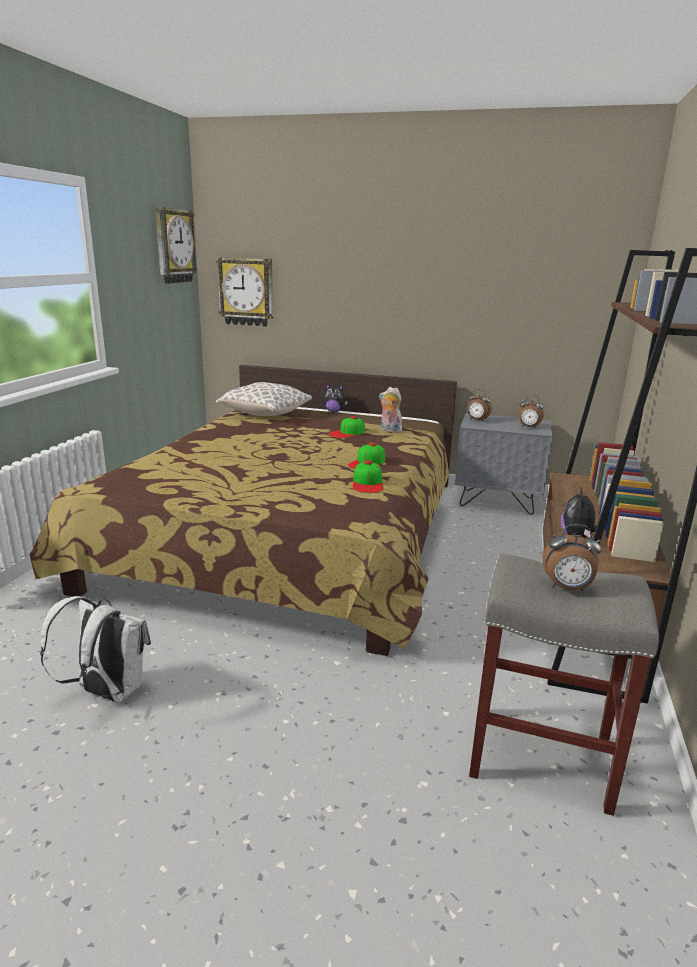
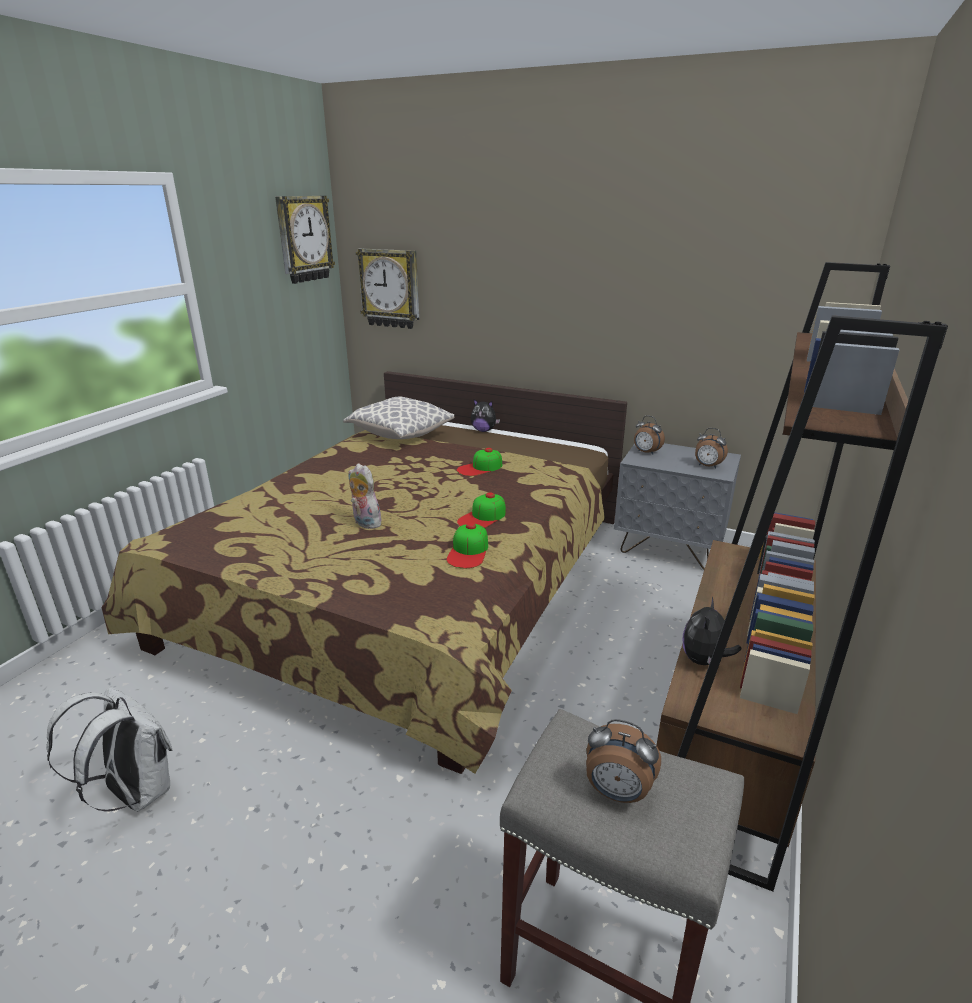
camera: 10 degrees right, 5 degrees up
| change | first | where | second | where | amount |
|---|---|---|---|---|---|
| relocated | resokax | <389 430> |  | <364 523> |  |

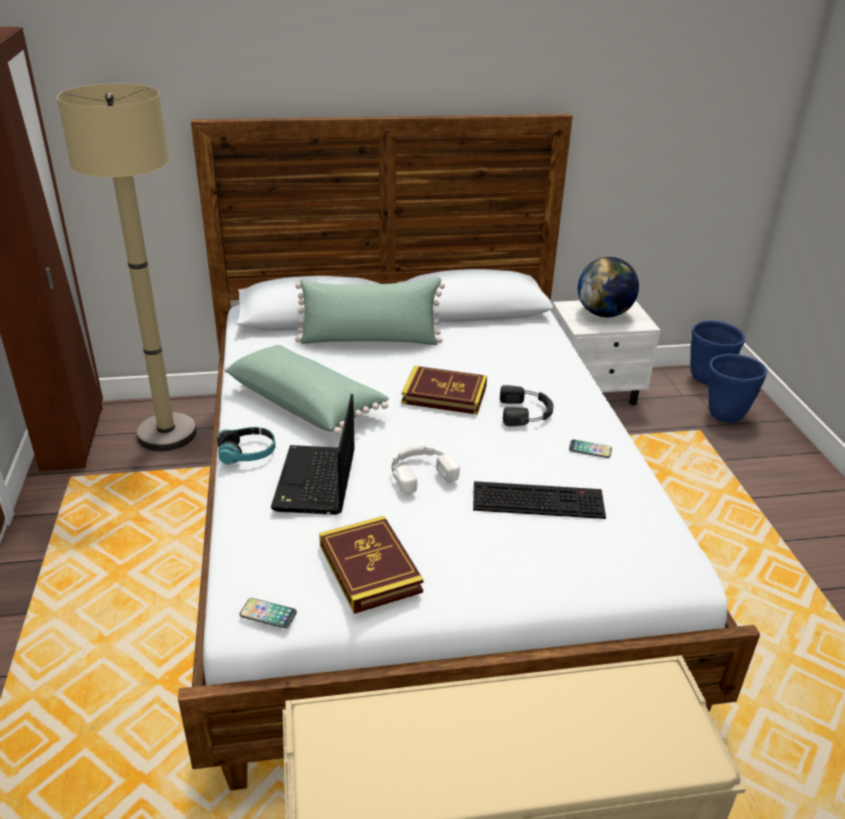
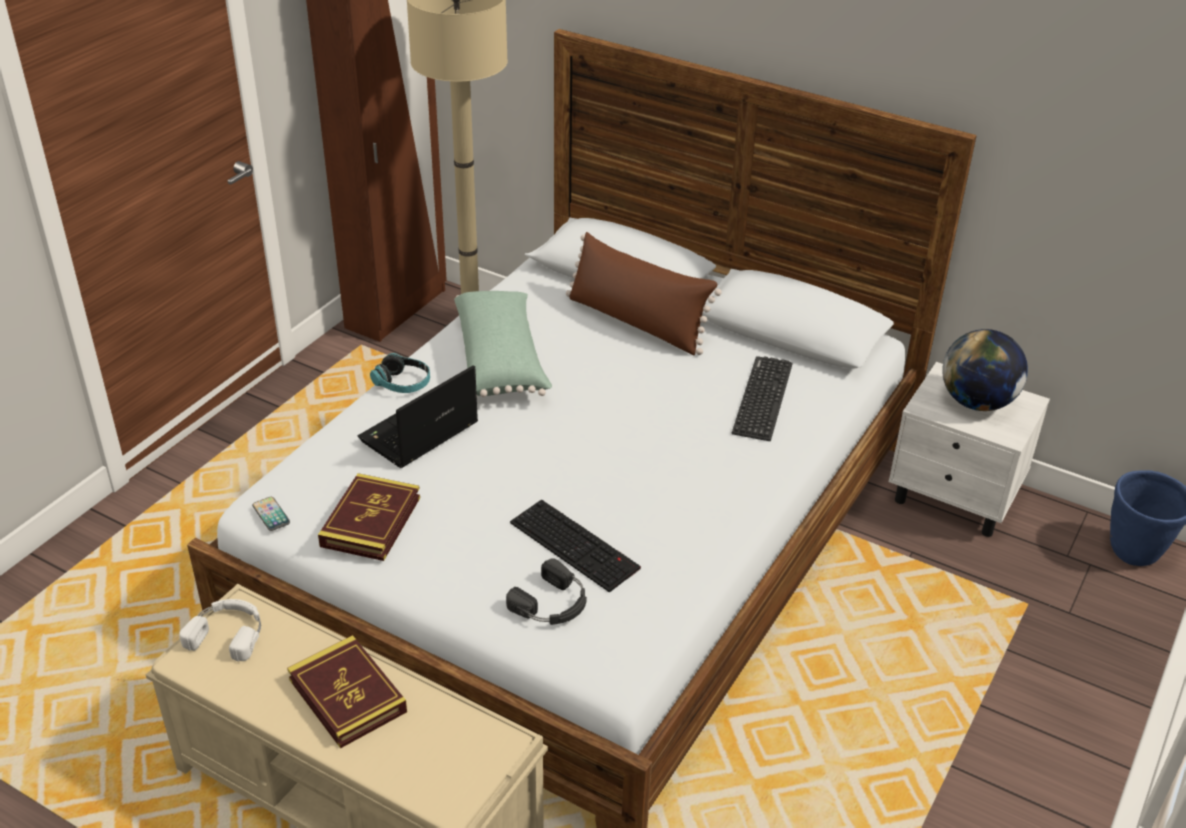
camera: 40 degrees right, 5 degrees up
| change | first | where | second | where | amount |
|---|---|---|---|---|---|
| colour | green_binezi | <370 340> | brown_binezi | <636 322> |  |
| relocated | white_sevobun | <420 472> |  | <228 632> |  |
| relocated | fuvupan | <444 395> |  | <347 695> |  |
| relocated | black_sevobun | <526 412> |  | <552 604> |  |
| missing | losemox | <590 449> |  |  |  |
| missing | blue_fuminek | <725 415> |  |  |  |
| appeared |  |  | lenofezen | <762 398> |  |

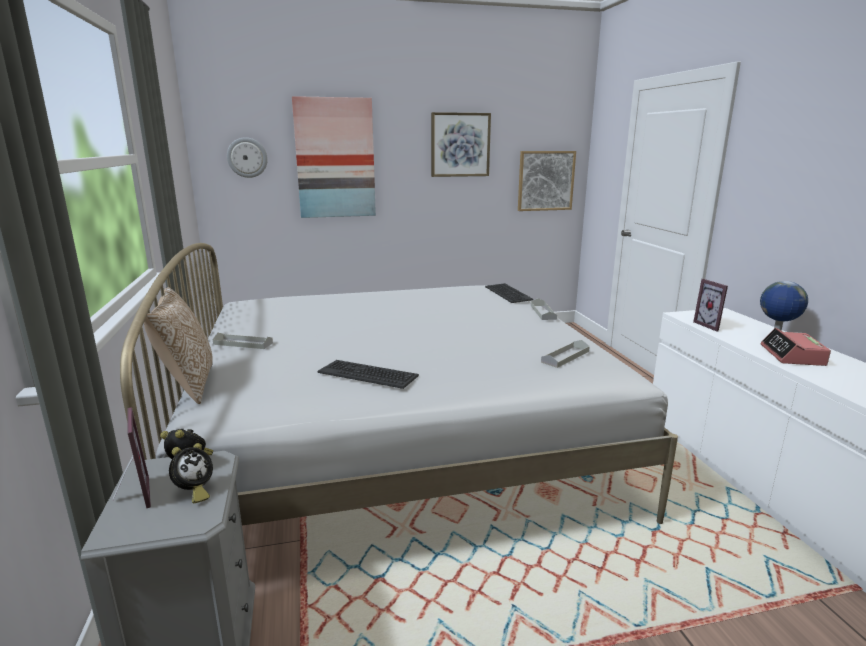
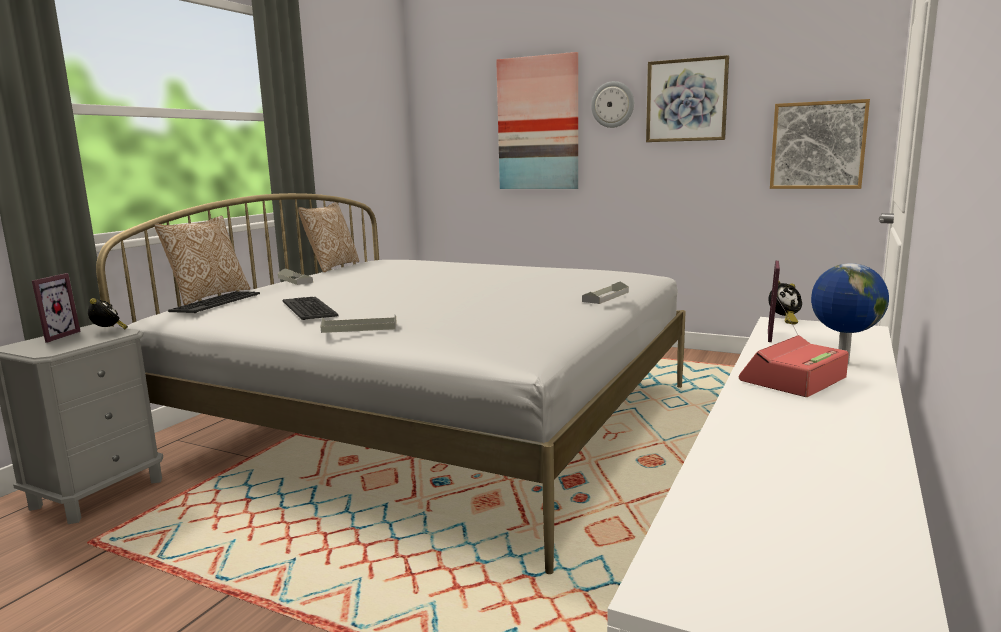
camera: 40 degrees right, 5 degrees down
| change | first | where | second | where | amount |
|---|---|---|---|---|---|
| relocated | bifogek | <194 492> |  | <783 320> |  |
| relocated | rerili | <247 157> |  | <612 104> |  |
| relocated | lenofezen | <507 293> |  | <215 303> |  |
| relocated | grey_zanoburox | <565 356> |  | <359 328> |  |
| appeared |  |  | binezi | <332 267> |  |

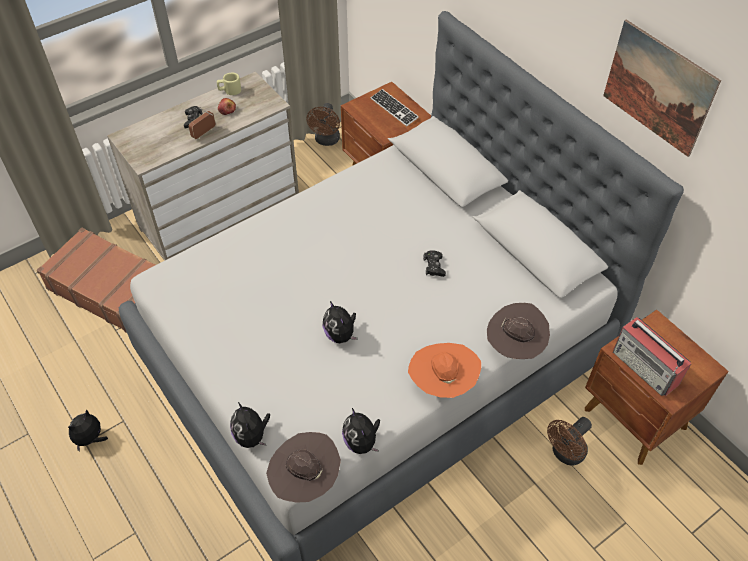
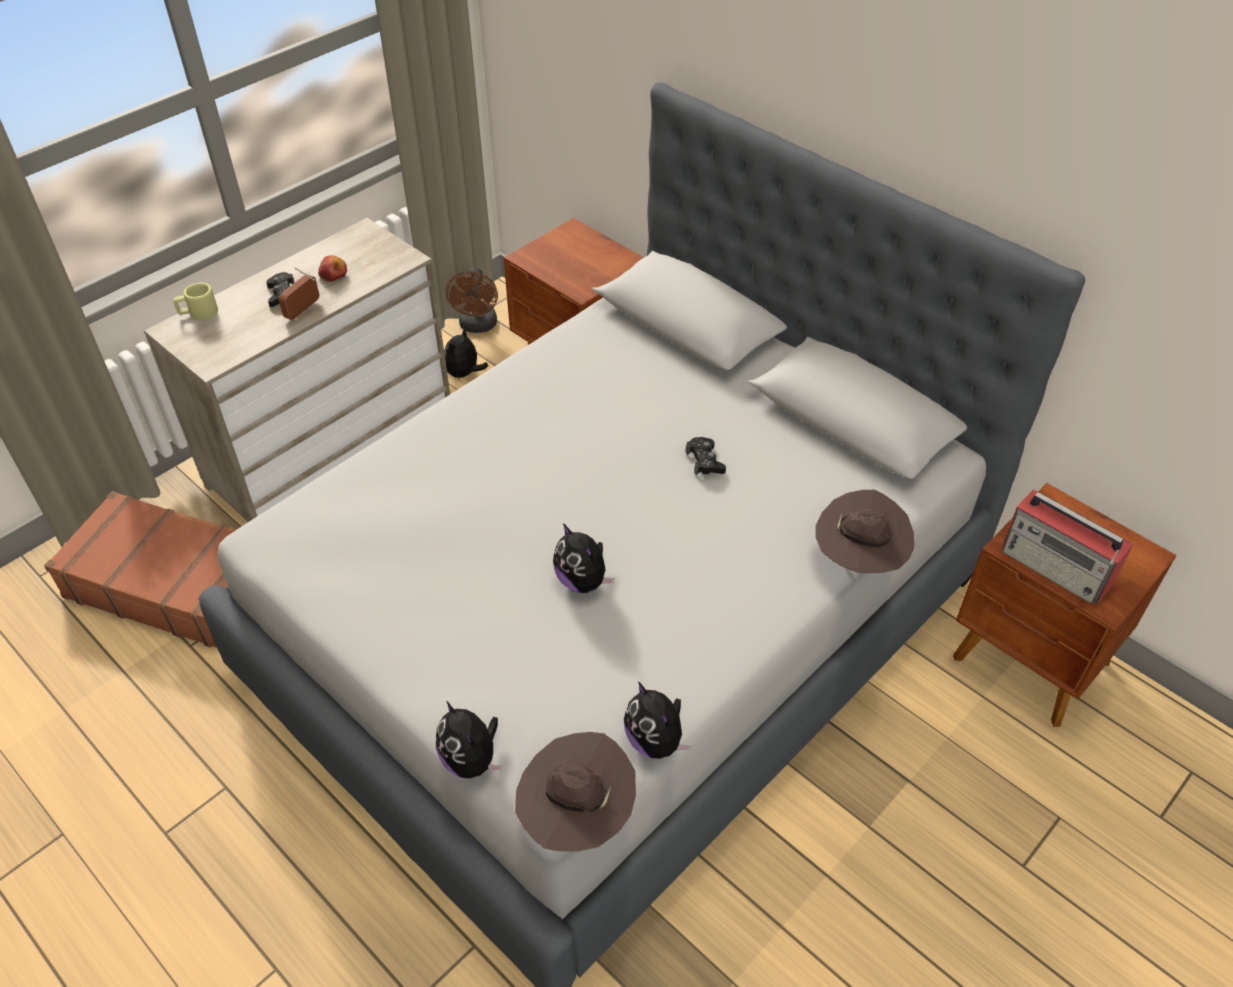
camera: 10 degrees left, 5 degrees down
| change | first | where | second | where | amount |
|---|---|---|---|---|---|
| relocated | resokax | <91 439> |  | <464 374> |  |
| relocated | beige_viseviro | <229 90> |  | <198 313> |  |
| missing | lenofezen | <394 109> |  |  |  |
| missing | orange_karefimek | <442 382> |  |  |  |
| missing | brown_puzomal | <565 454> |  |  |  |
| missing | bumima | <658 88> |  |  |  |

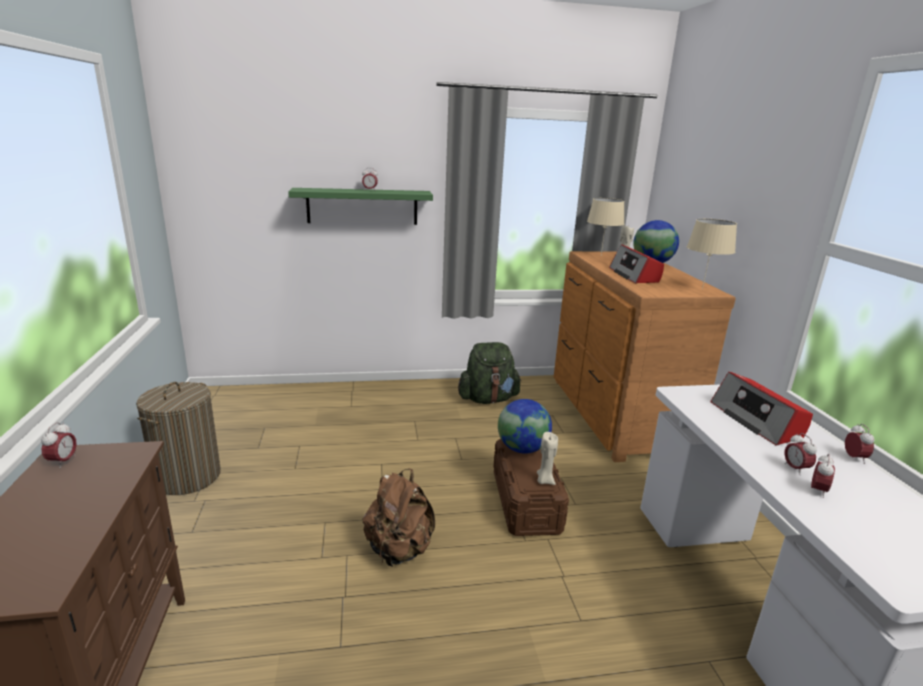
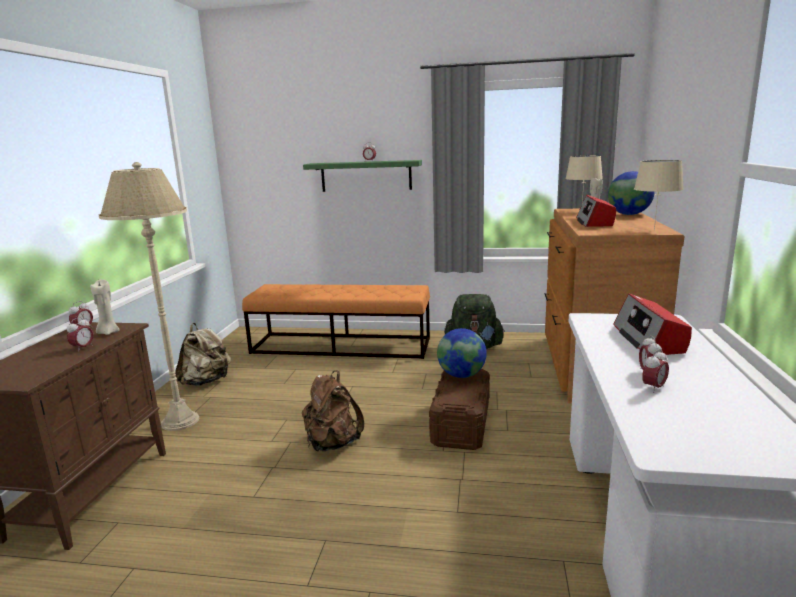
camera: 20 degrees right, 5 degrees down
| change | first | where | second | where | amount |
|---|---|---|---|---|---|
| exchanged | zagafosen | <187 476> | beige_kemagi | <206 381> |  |
| relocated | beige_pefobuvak | <544 480> |  | <108 332> |  |
| relocated | bifogek | <854 458> |  | <83 348> |  |
| appeared |  |  | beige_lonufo | <180 421> |  |
| appeared |  |  | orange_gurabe | <341 346> |  |

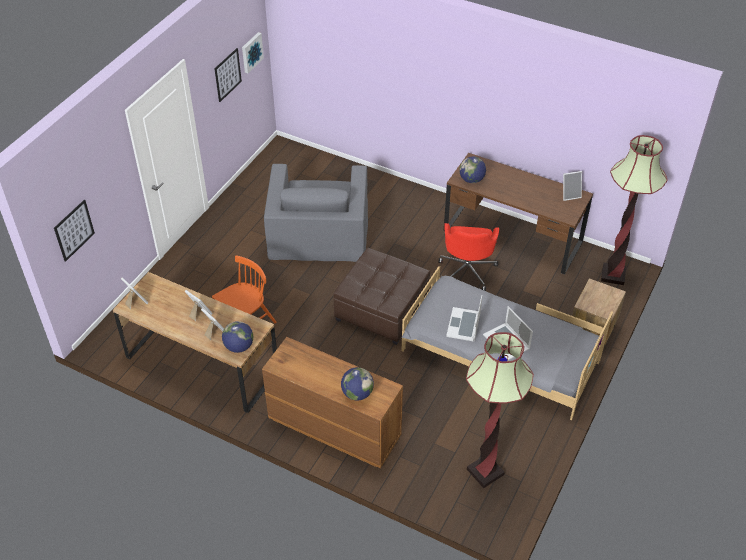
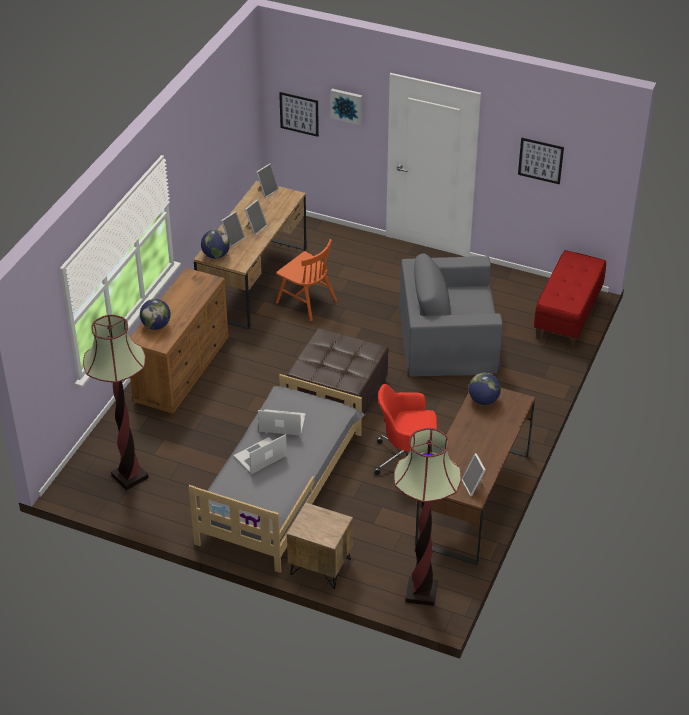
camera: 85 degrees right, 5 degrees down
| change | first | where | second | where | amount |
|---|---|---|---|---|---|
| relocated | bumima | <251 52> |  | <347 105> |  |
| appeared |  |  | red_gurabe | <568 316> |  |

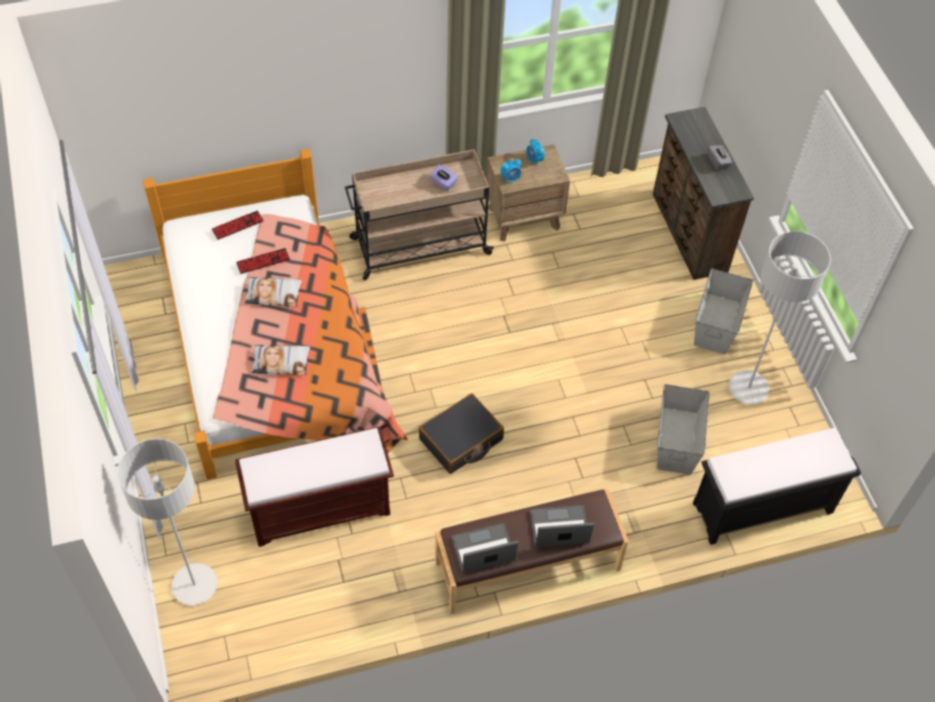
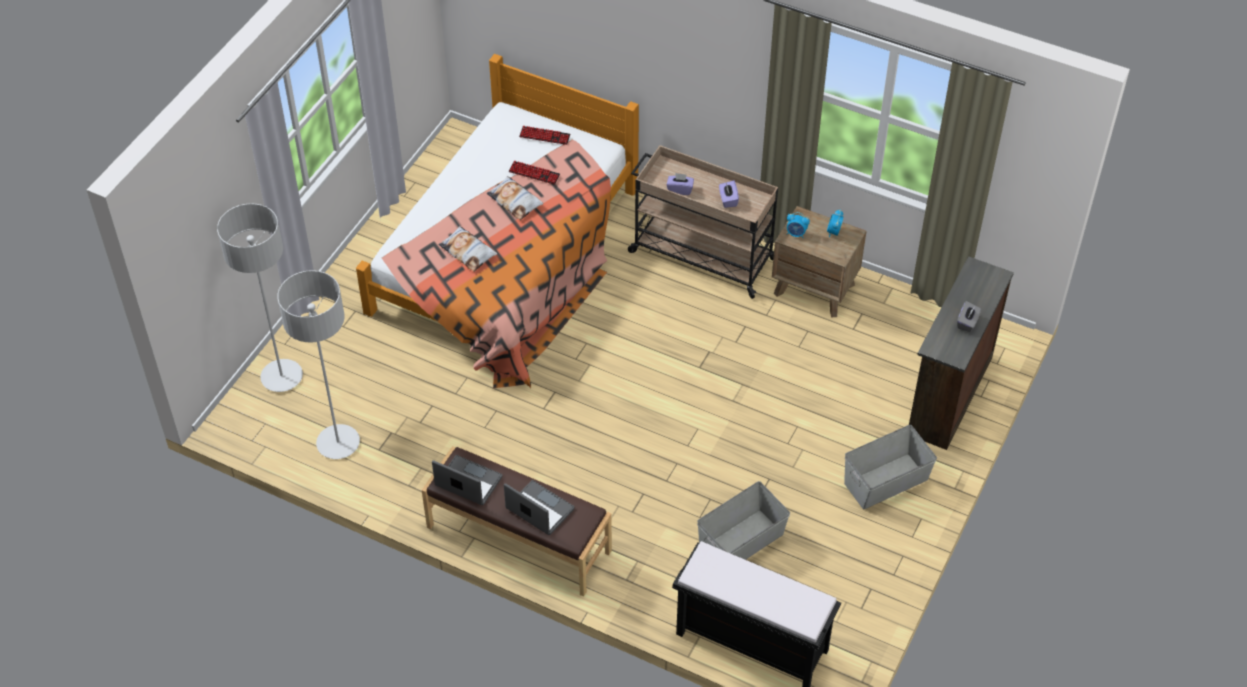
camera: 45 degrees right, 5 degrees down
| change | first | where | second | where | amount |
|---|---|---|---|---|---|
| missing | brown_gurabe | <321 508> |  |  |  |
| missing | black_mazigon | <461 440> |  |  |  |
| relocated | grey_lonufo | <748 388> |  | <338 443> |  |
| appeared |  |  | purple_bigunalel | <680 189> |  |

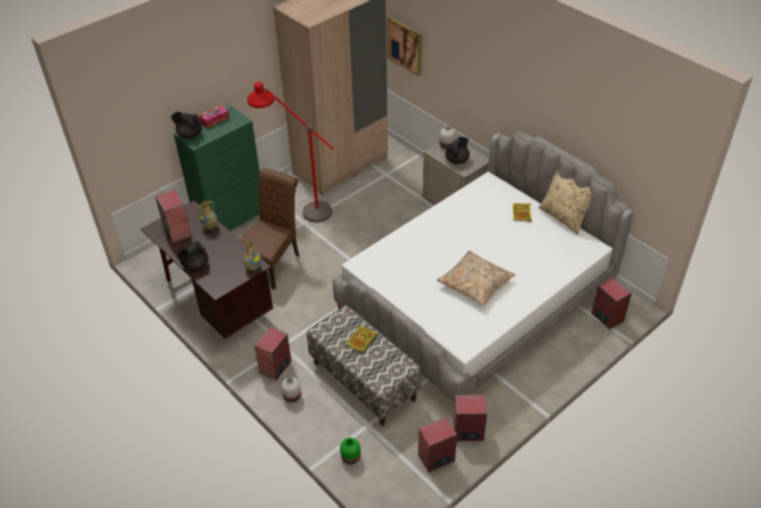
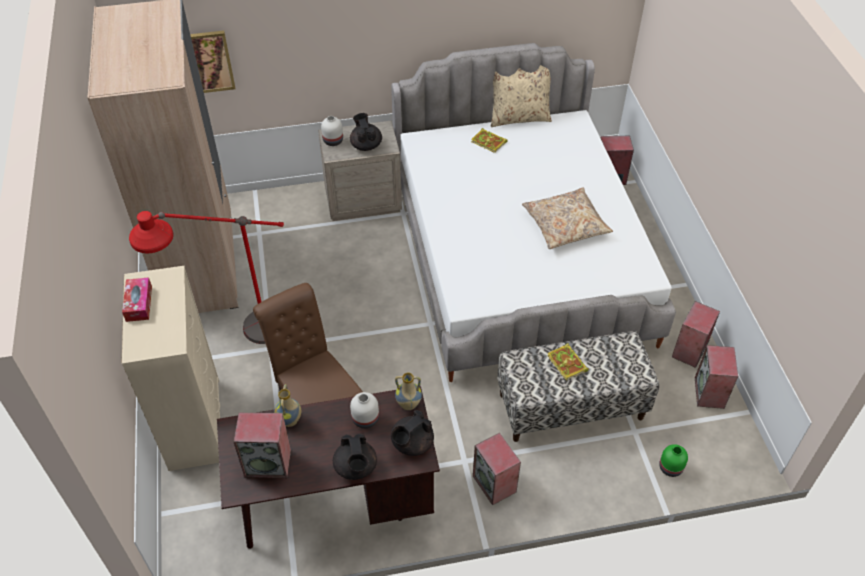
camera: 60 degrees left, 5 degrees up
| change | first | where | second | where | amount |
|---|---|---|---|---|---|
| relocated | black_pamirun | <189 134> |  | <411 444> |  |
| colour | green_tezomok | <231 220> | beige_tezomok | <194 423> |  |
| relocated | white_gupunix | <292 396> |  | <366 418> |  |

